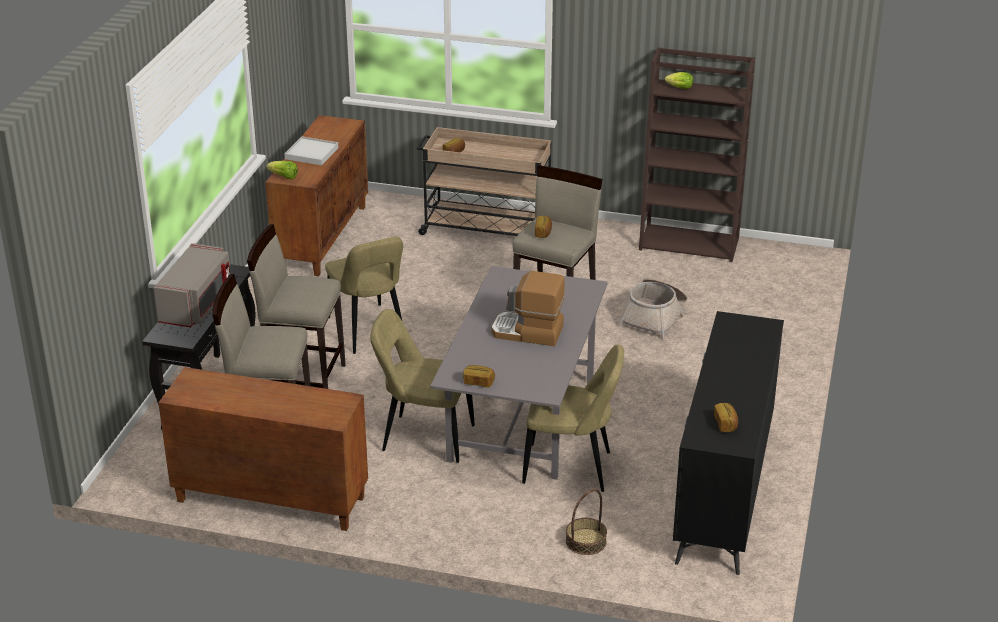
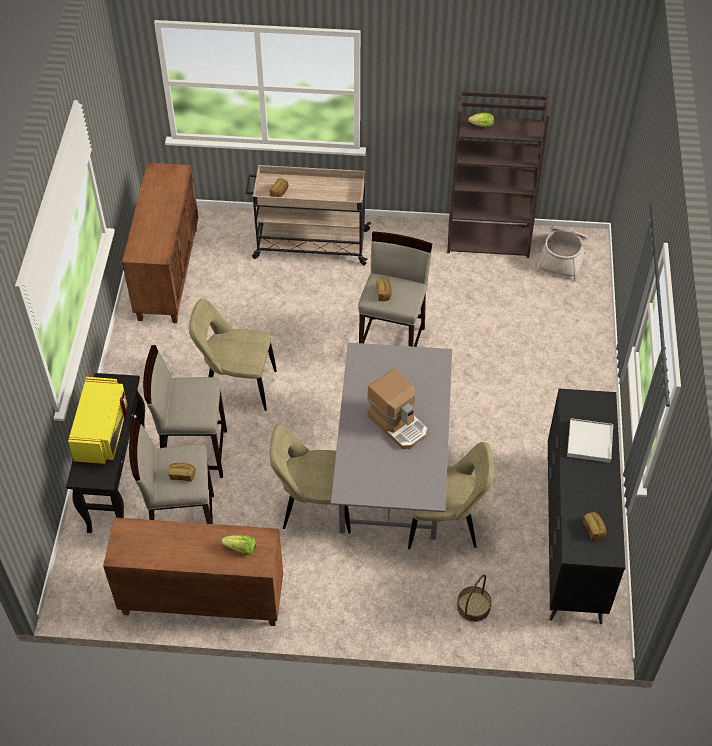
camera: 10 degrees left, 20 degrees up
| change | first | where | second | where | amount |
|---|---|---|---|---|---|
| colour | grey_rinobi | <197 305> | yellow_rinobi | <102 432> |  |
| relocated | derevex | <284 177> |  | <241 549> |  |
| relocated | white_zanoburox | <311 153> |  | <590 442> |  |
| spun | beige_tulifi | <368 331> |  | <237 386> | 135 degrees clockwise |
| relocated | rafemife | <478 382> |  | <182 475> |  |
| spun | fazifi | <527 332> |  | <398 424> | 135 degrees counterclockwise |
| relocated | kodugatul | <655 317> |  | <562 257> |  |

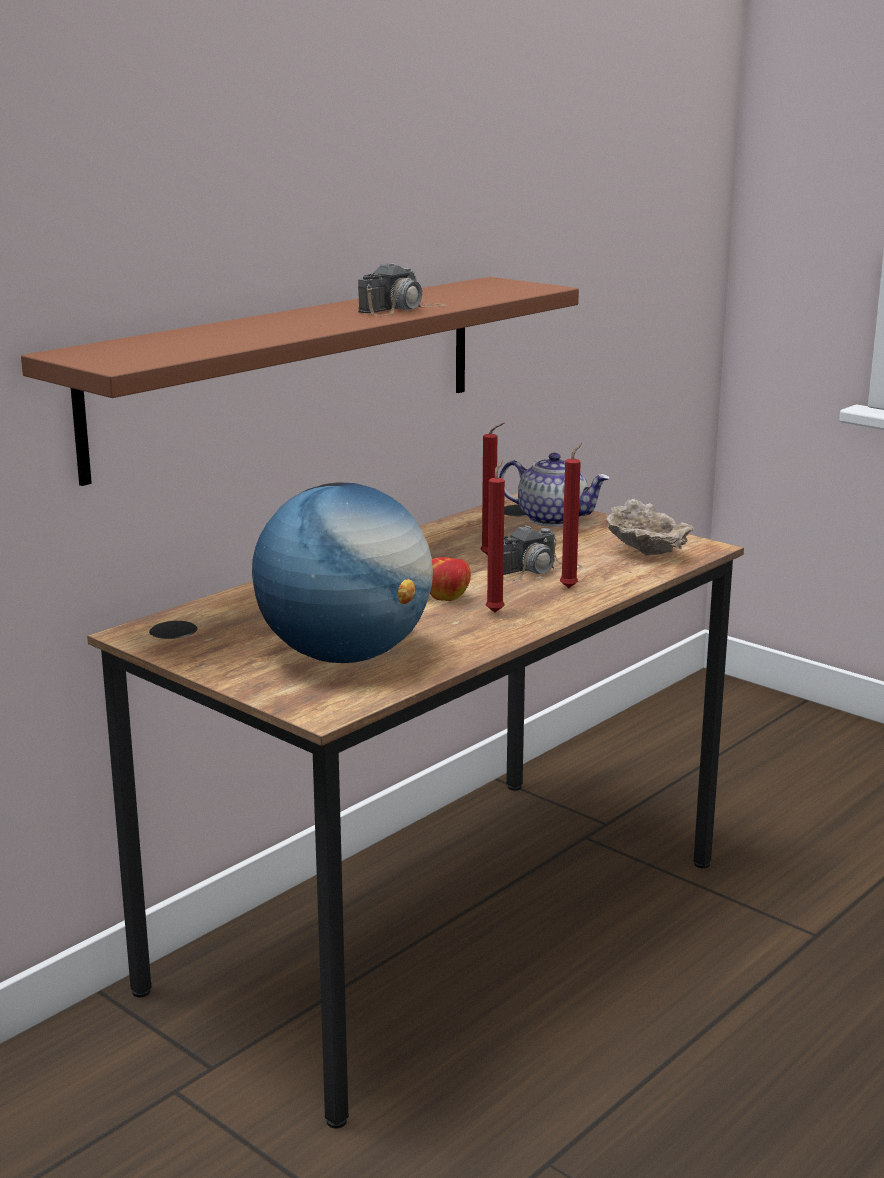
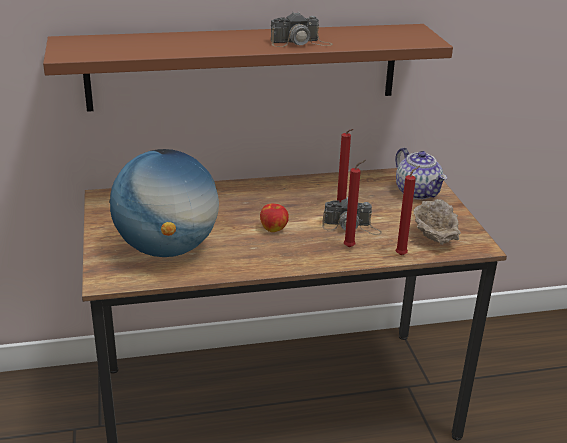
camera: 35 degrees right, 10 degrees up
| change | first | where | second | where | amount |
|---|---|---|---|---|---|
| relocated | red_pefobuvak | <496 611> |  | <402 254> |  |

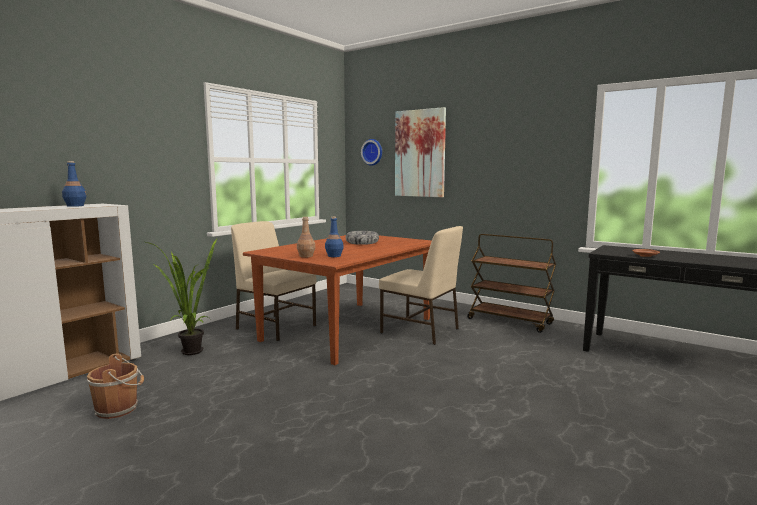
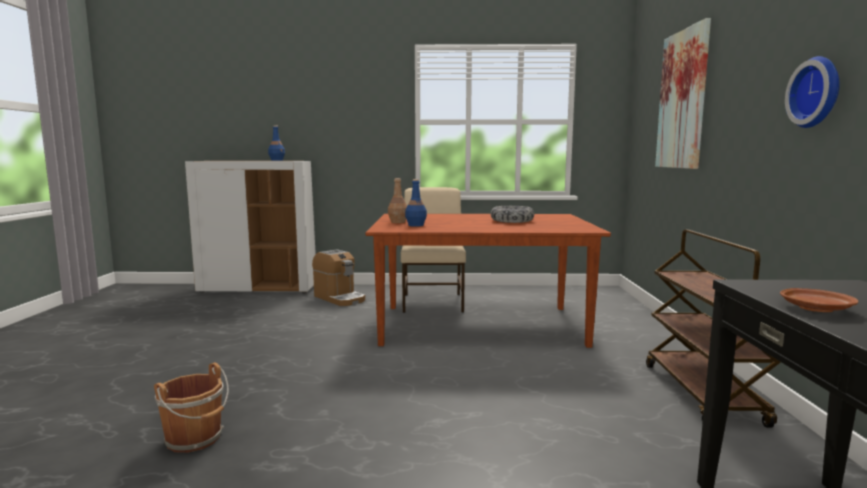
camera: 55 degrees right, 0 degrees up
| change | first | where | second | where | amount |
|---|---|---|---|---|---|
| relocated | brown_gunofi | <119 409> |  | <196 439> |  |
| exchanged | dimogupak | <188 351> | fazifi | <339 298> |  |
| relocated | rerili | <373 152> |  | <818 92> |  |
| missing | beige_tulifi | <421 331> |  |  |  |

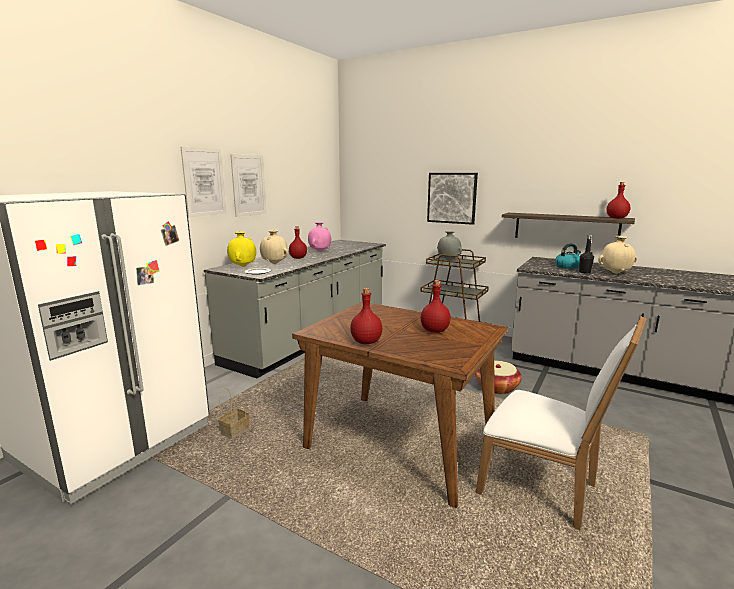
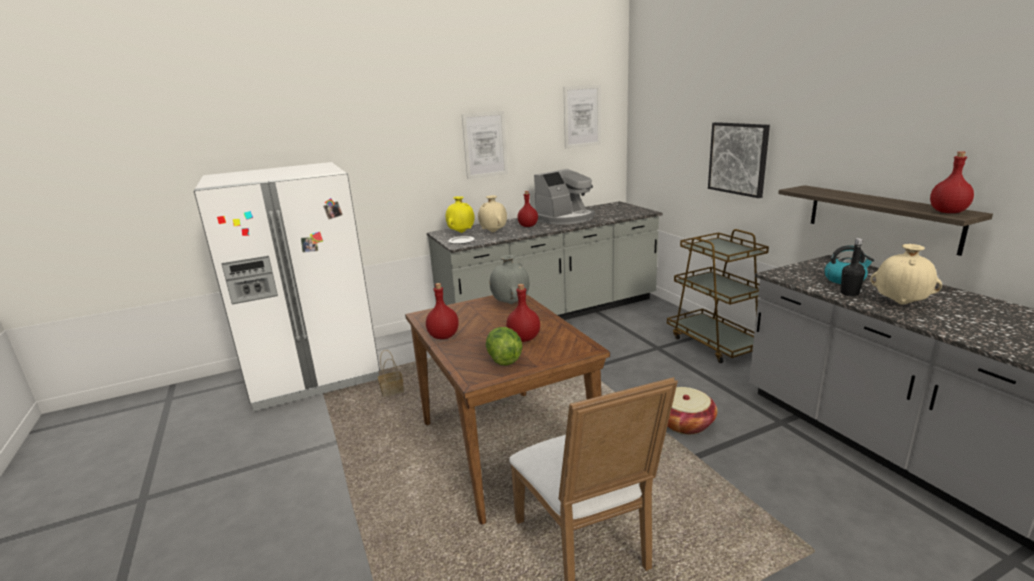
camera: 35 degrees right, 5 degrees up
| change | first | where | second | where | amount |
|---|---|---|---|---|---|
| relocated | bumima | <204 182> |  | <582 116> |  |
| exchanged | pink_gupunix | <320 251> | fazifi | <565 218> |  |
| relocated | grey_gupunix | <448 260> |  | <510 303> |  |
| appeared |  |  | derevex | <503 359> |  |

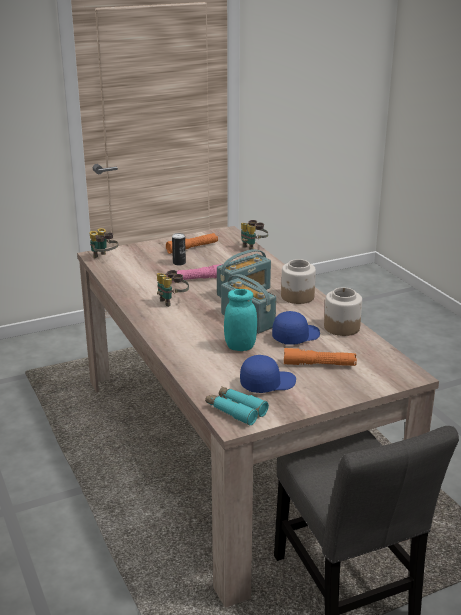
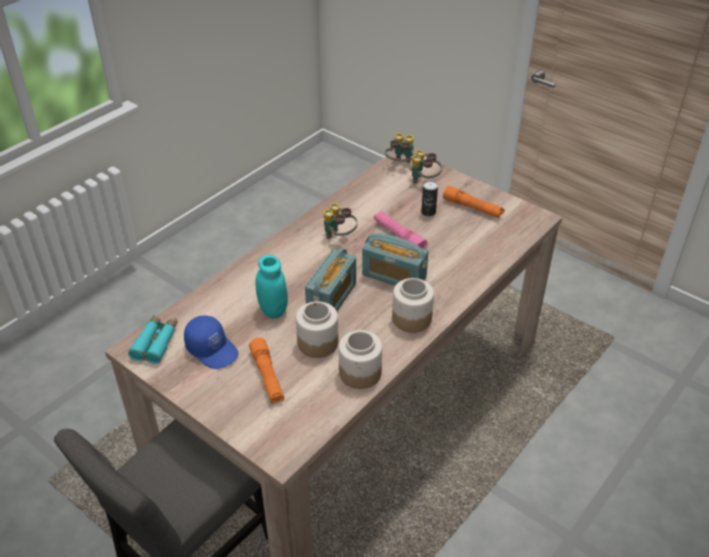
camera: 65 degrees right, 15 degrees up
| change | first | where | second | where | amount |
|---|---|---|---|---|---|
| relocated | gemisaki | <253 247> |  | <424 181> |  |
| exchanged | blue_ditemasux | <295 336> | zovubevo | <317 342> |  |

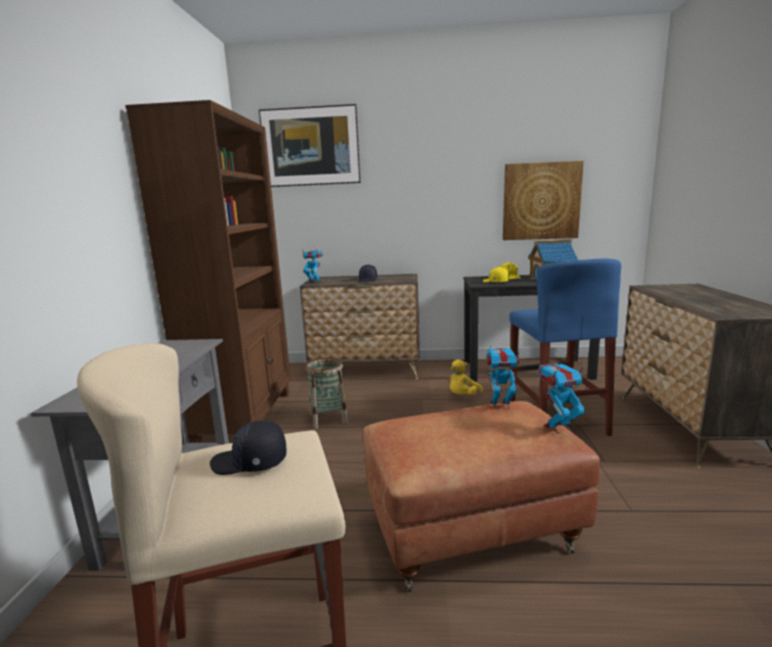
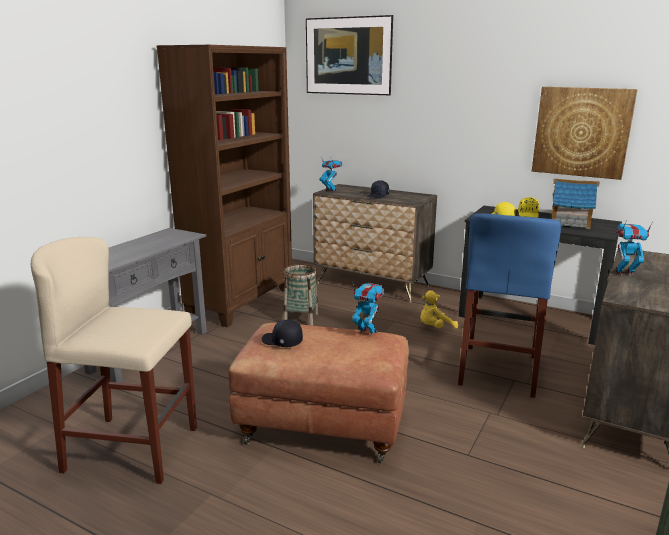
camera: 25 degrees right, 5 degrees up
| change | first | where | second | where | amount |
|---|---|---|---|---|---|
| relocated | black_ditemasux | <249 462> |  | <282 341> |  |
| relocated | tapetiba | <558 427> |  | <624 273> |  |

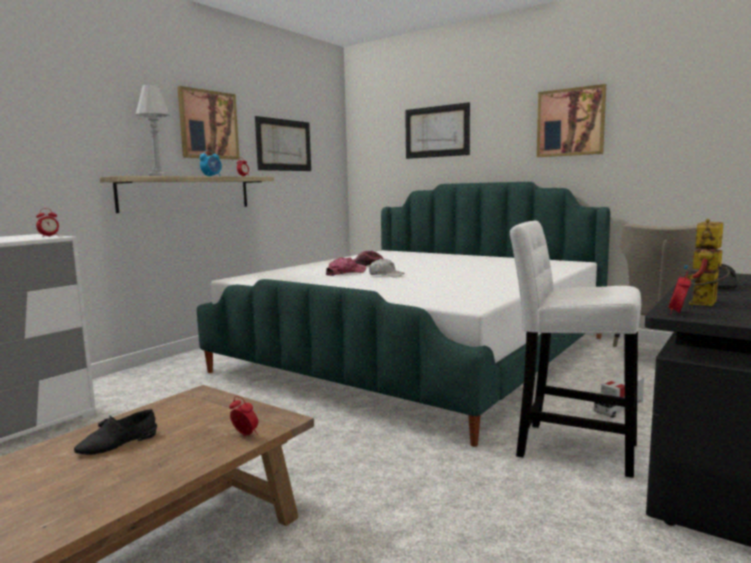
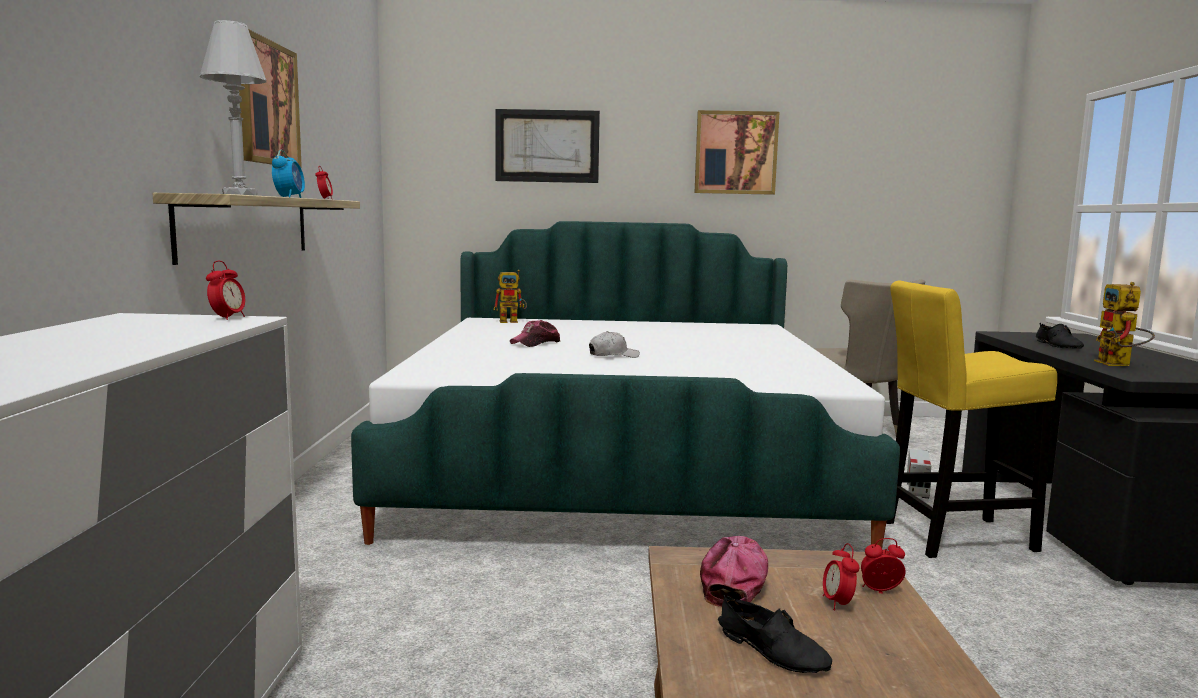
camera: 35 degrees left, 0 degrees up
| change | first | where | second | where | amount |
|---|---|---|---|---|---|
| spun | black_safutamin | <118 443> |  | <773 649> | 60 degrees counterclockwise |
| missing | bumima | <284 145> |  |  |  |
| relocated | ditemasux | <345 273> |  | <735 581> |  |
| colour | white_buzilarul | <569 447> | yellow_buzilarul | <951 537> |  |
| relocated | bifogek | <678 313> |  | <838 603> |  |
| appeared |  |  | tapetiba | <513 321> |  |

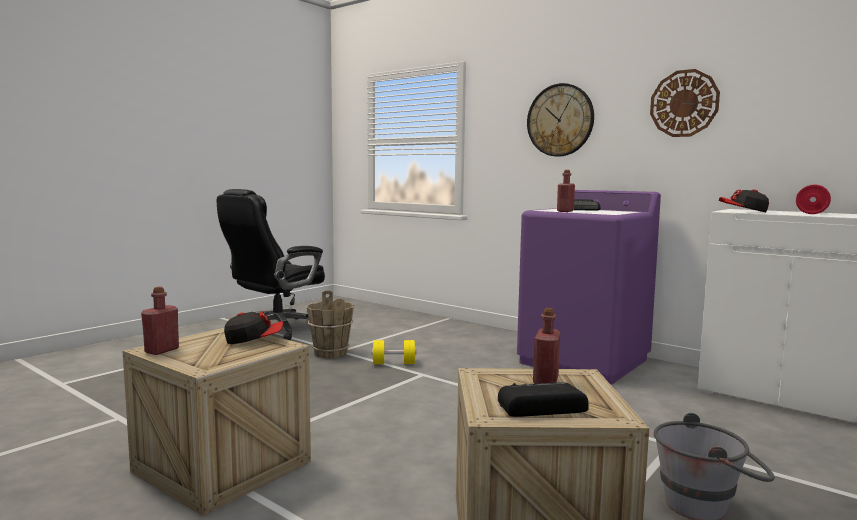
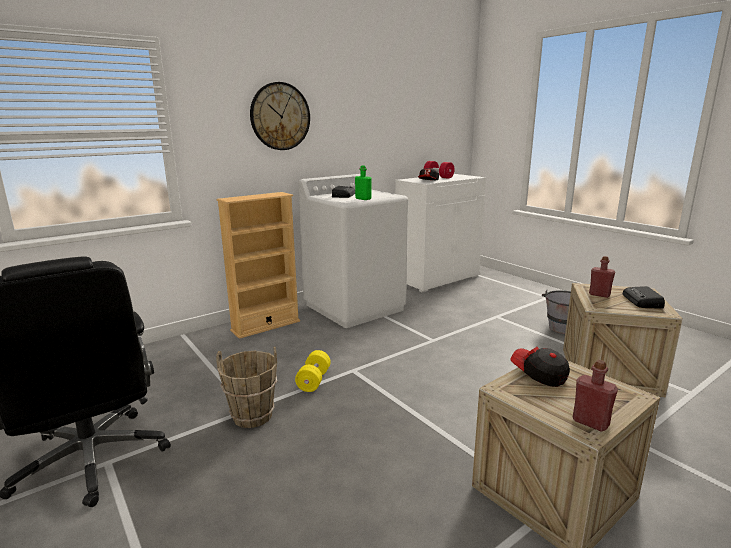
camera: 75 degrees left, 10 degrees up
| change | first | where | second | where | amount |
|---|---|---|---|---|---|
| spun | ditemasux | <254 340> |  | <538 374> | 45 degrees counterclockwise |
| colour | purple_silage | <584 361> | white_silage | <355 307> |  |
| colour | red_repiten | <565 211> | green_repiten | <363 199> |  |
| missing | rerili | <684 103> |  |  |  |
| appeared |  |  | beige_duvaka | <265 326> |  |

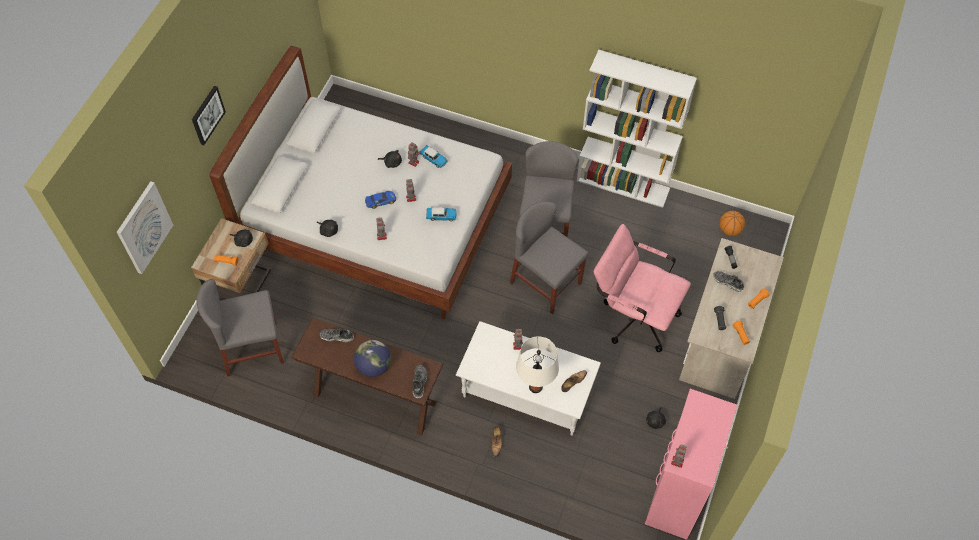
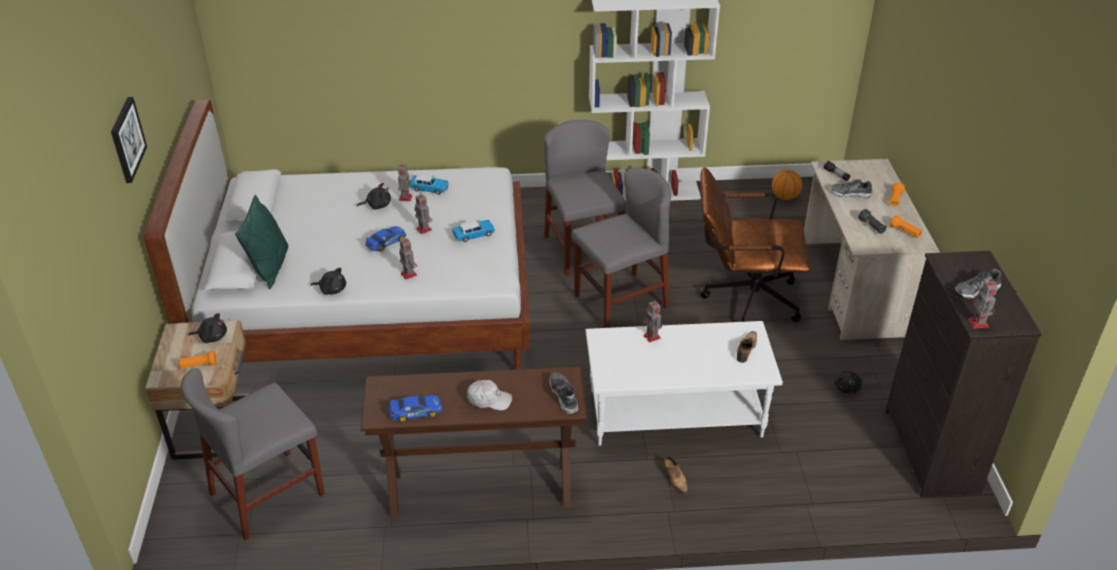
camera: 25 degrees left, 20 degrees down
| change | first | where | second | where | amount |
|---|---|---|---|---|---|
| missing | bumima | <144 227> |  |  |  |
| relocated | safutamin | <337 337> |  | <976 290> |  |
| exchanged | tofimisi | <374 366> | white_ditemasux | <489 400> |  |
| spun | grey_tulifi | <546 283> |  | <620 301> | 135 degrees clockwise |
| missing | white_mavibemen | <535 387> |  |  |  |
| colour | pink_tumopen | <633 315> | brown_tumopen | <743 298> |  |
| colour | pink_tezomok | <676 494> | black_tezomok | <930 452> |  |
| appeared |  |  | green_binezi | <270 267> |  |
| appeared |  |  | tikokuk | <416 411> |  |

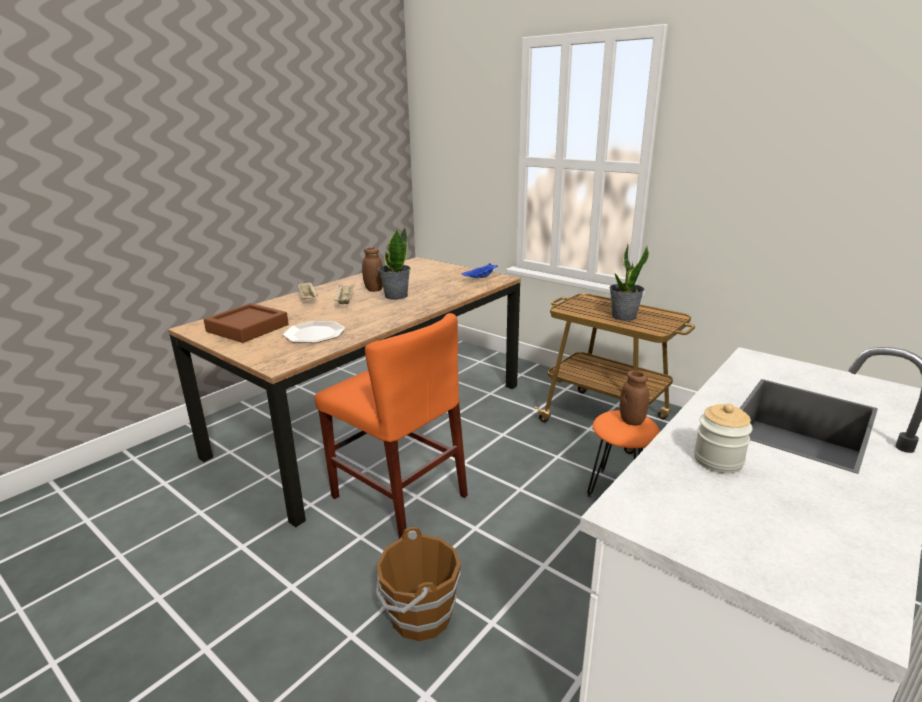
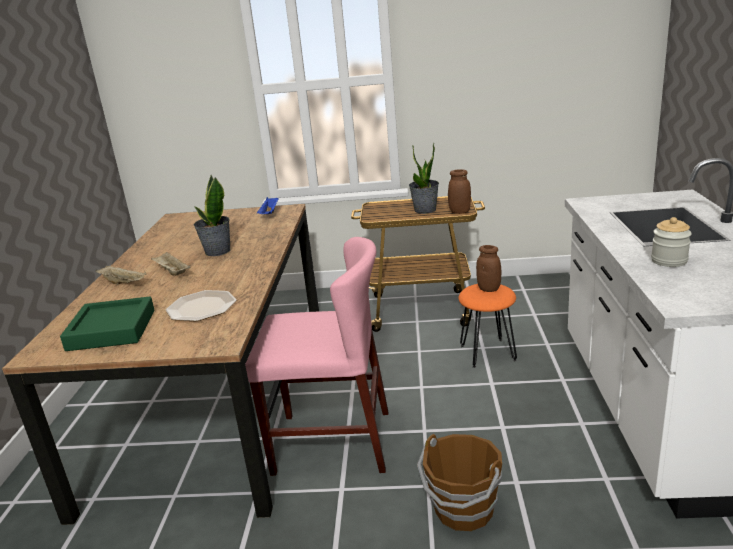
camera: 35 degrees left, 0 degrees up
| change | first | where | second | where | amount |
|---|---|---|---|---|---|
| colour | brown_zanoburox | <247 328> | green_zanoburox | <112 330> |  |
| colour | orange_tulifi | <399 496> | pink_tulifi | <332 442> |  |
| relocated | brown_zovubevo | <374 289> |  | <459 212> |  |

